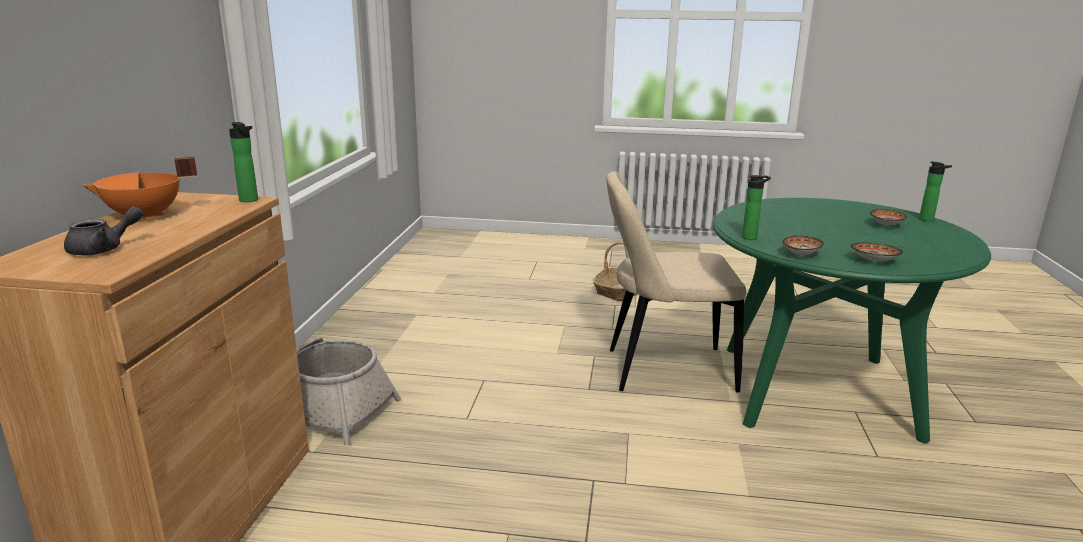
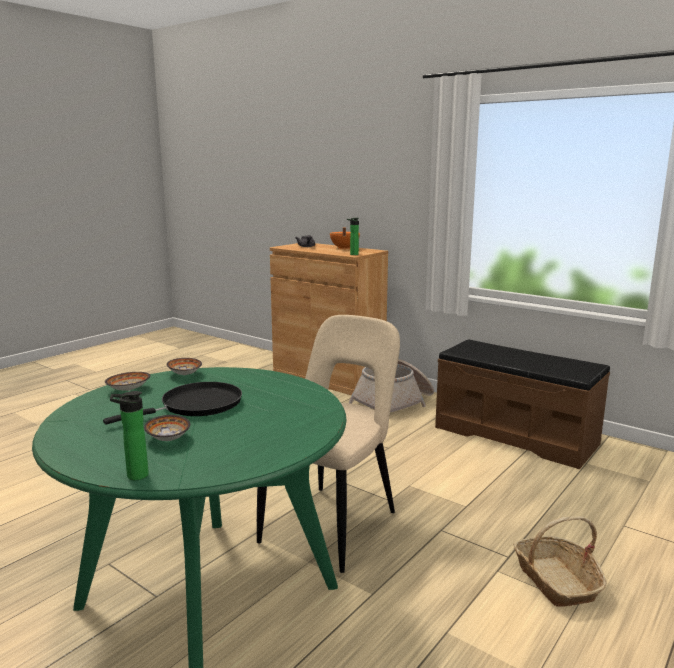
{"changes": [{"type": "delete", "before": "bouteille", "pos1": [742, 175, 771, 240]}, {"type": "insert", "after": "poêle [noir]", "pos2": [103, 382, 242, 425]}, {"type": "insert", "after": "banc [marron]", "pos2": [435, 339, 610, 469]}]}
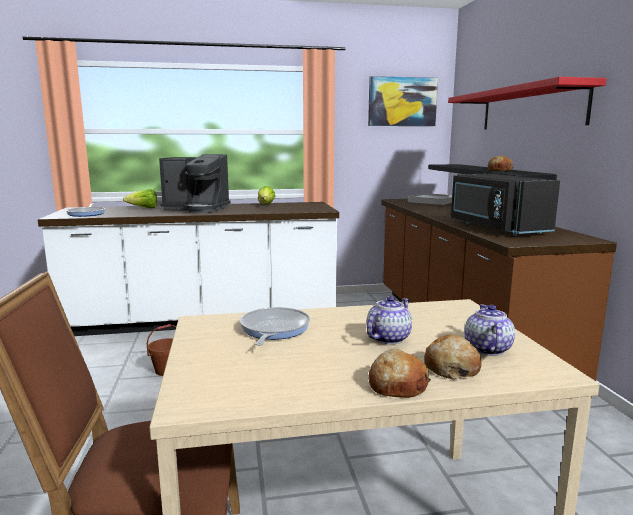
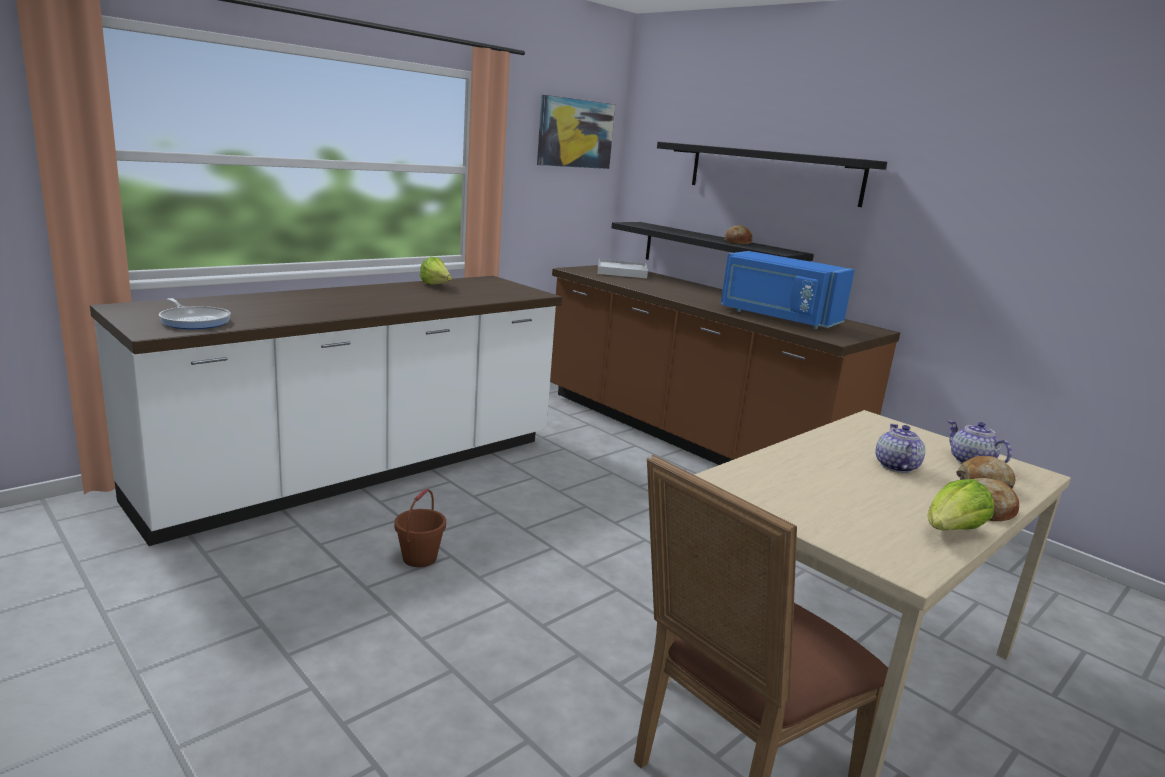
{"changes": [{"type": "delete", "before": "machine à café", "pos1": [159, 154, 231, 213]}, {"type": "delete", "before": "poêle", "pos1": [240, 307, 310, 346]}, {"type": "move", "before": "laitue", "pos1": [123, 189, 157, 208], "pos2": [927, 479, 994, 530]}, {"type": "recolor", "before": "étagère [rouge]", "after": "étagère [noir]", "pos1": [448, 77, 607, 130], "pos2": [657, 142, 887, 207]}, {"type": "recolor", "before": "micro-ondes [noir]", "after": "micro-ondes [bleu]", "pos1": [451, 174, 560, 236], "pos2": [721, 251, 855, 329]}]}
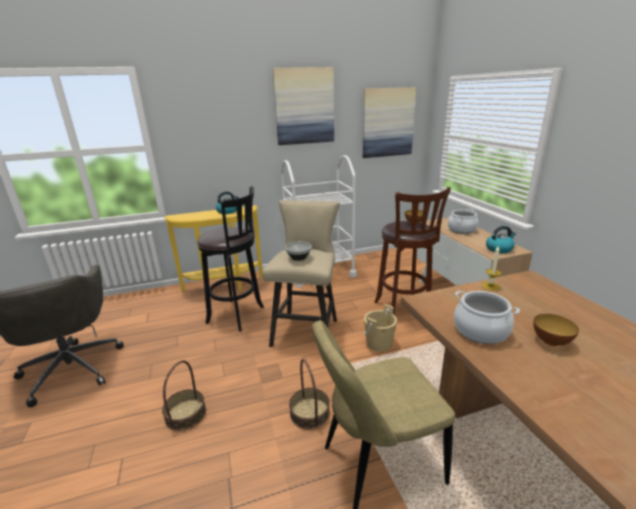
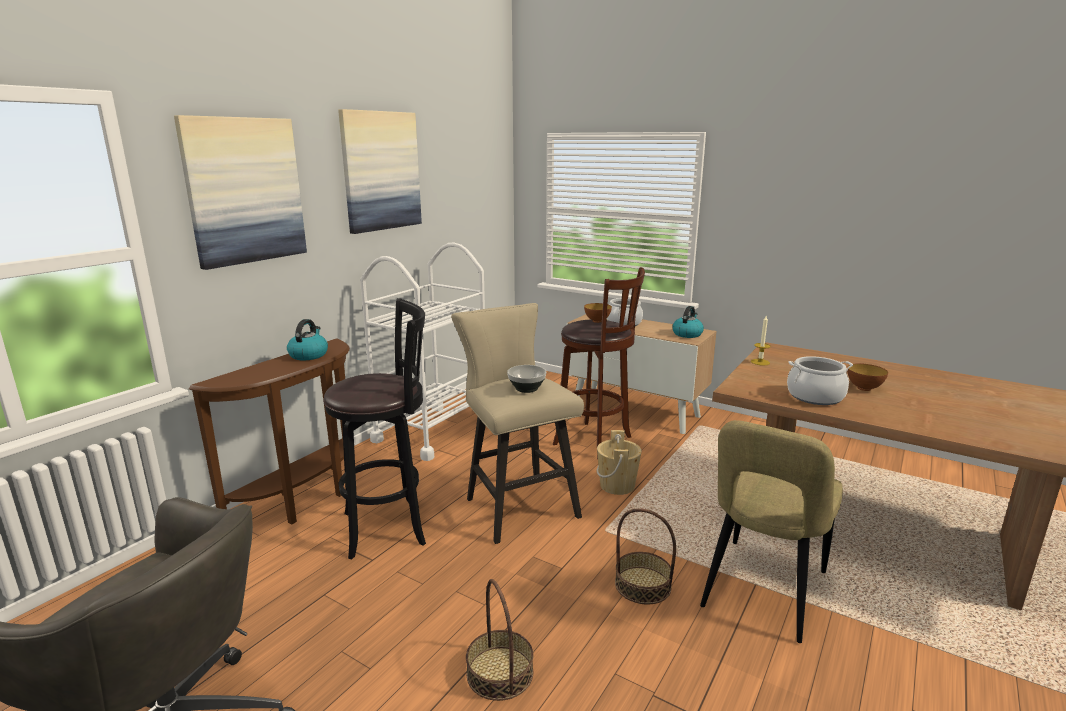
{"changes": [{"type": "move", "before": "tableau", "pos1": [363, 87, 416, 158], "pos2": [174, 115, 307, 270]}, {"type": "recolor", "before": "table console [jaune]", "after": "table console [marron]", "pos1": [164, 205, 263, 292], "pos2": [189, 338, 350, 525]}]}
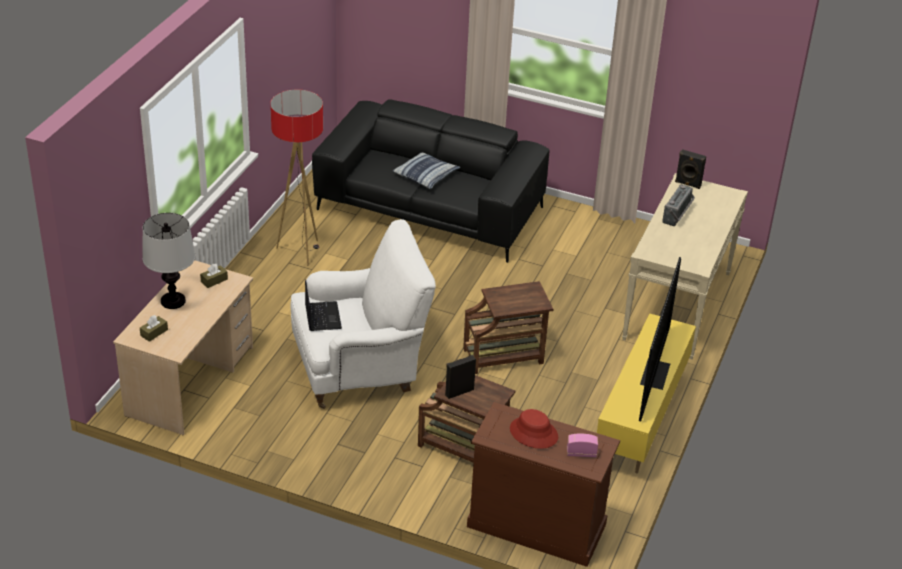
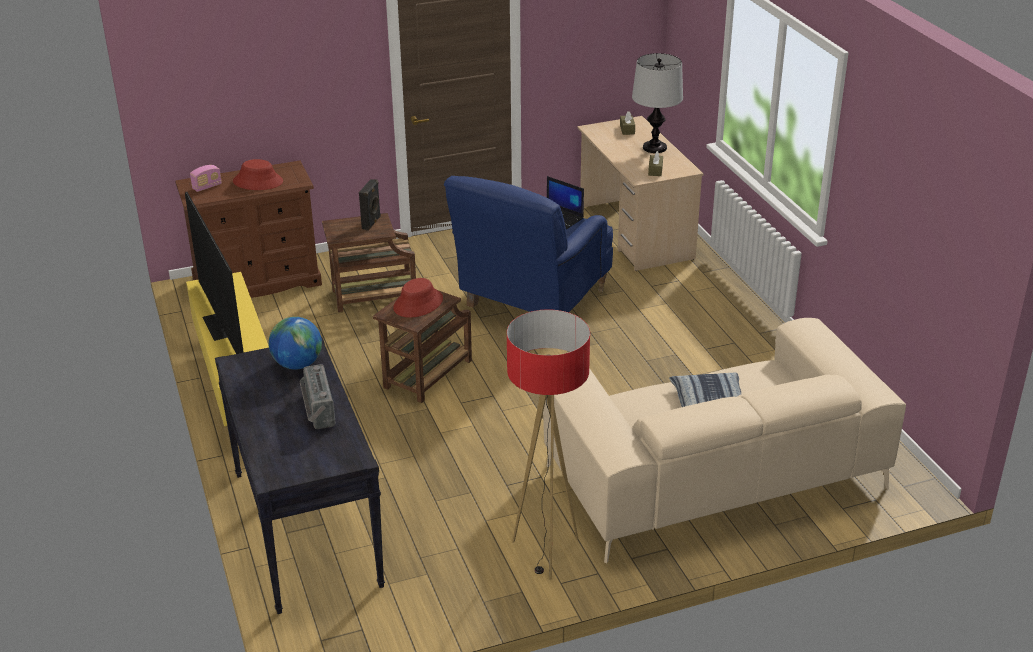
{"changes": [{"type": "delete", "before": "enceinte [noir]", "pos1": [675, 149, 706, 189]}, {"type": "insert", "after": "globe", "pos2": [269, 317, 322, 370]}, {"type": "insert", "after": "chapeau [rouge]", "pos2": [393, 278, 443, 318]}, {"type": "move", "before": "lampadaire", "pos1": [270, 89, 323, 266], "pos2": [507, 309, 590, 580]}, {"type": "recolor", "before": "fauteuil [blanc]", "after": "fauteuil [bleu]", "pos1": [290, 219, 436, 409], "pos2": [444, 176, 613, 312]}, {"type": "recolor", "before": "canapé [noir]", "after": "canapé [beige]", "pos1": [312, 99, 549, 263], "pos2": [543, 318, 906, 563]}, {"type": "recolor", "before": "table console [beige]", "after": "table console [noir]", "pos1": [622, 173, 748, 360], "pos2": [215, 337, 385, 614]}]}
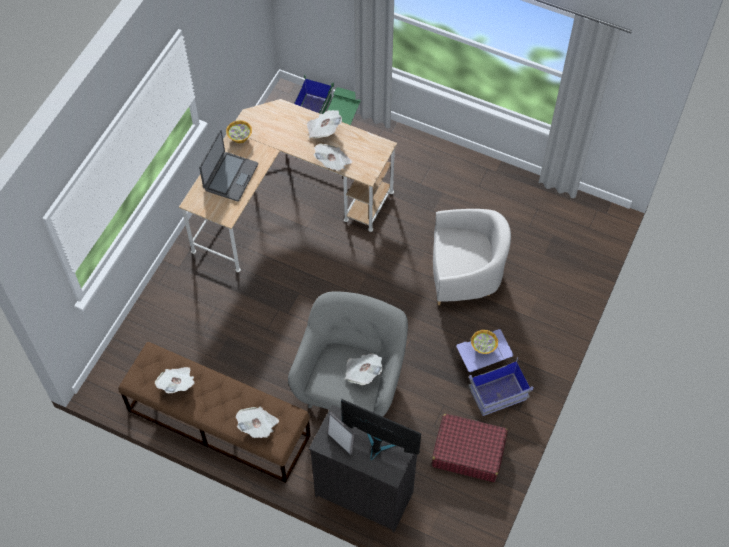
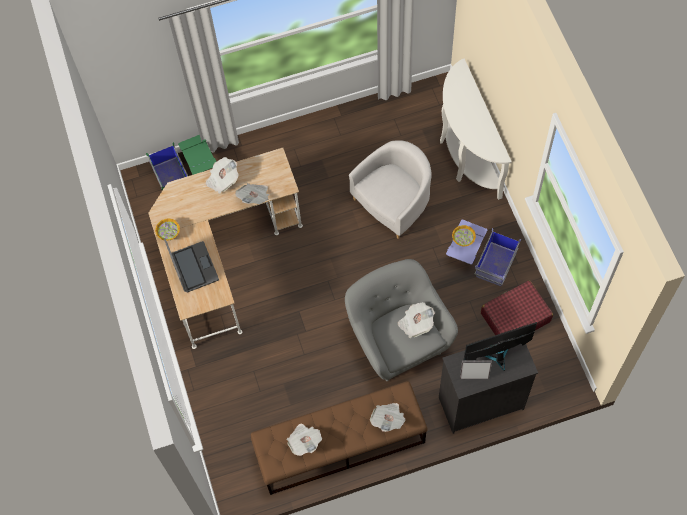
{"changes": [{"type": "insert", "after": "table console [blanc]", "pos2": [440, 58, 512, 200]}]}
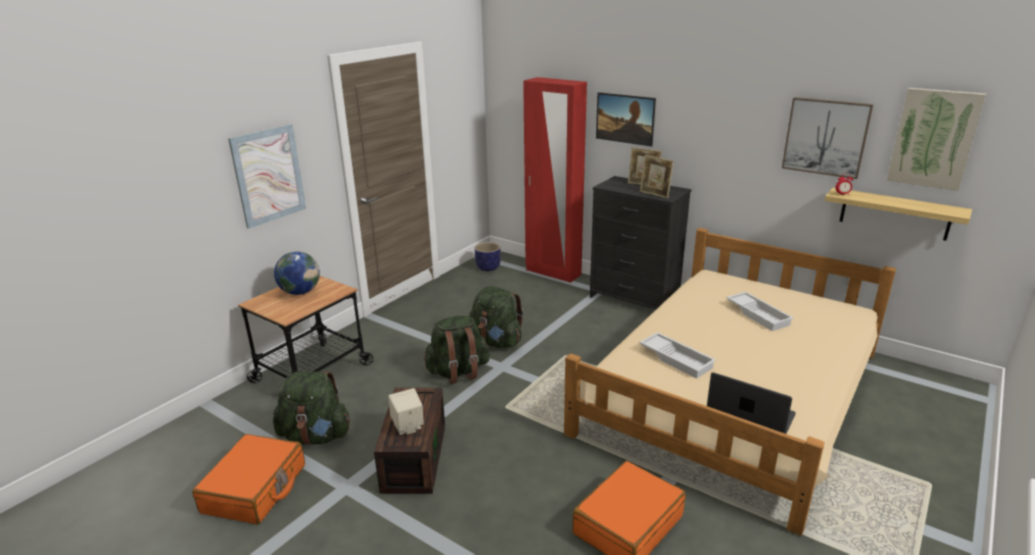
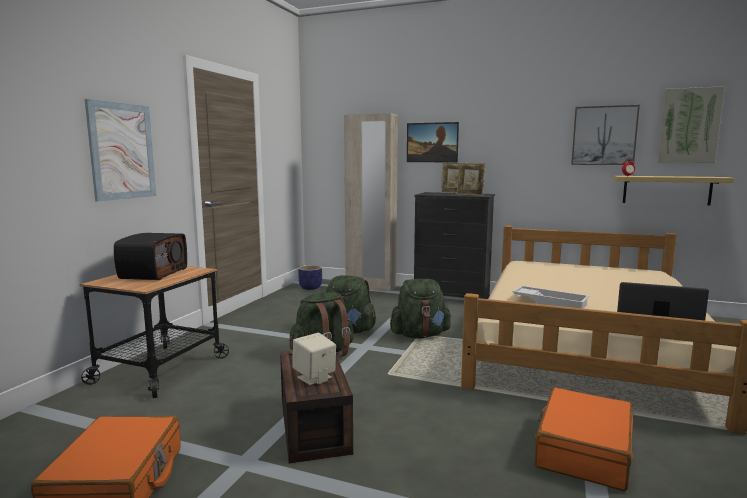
{"changes": [{"type": "delete", "before": "plateau [blanc]", "pos1": [726, 292, 794, 331]}, {"type": "move", "before": "sac à dos [vert]", "pos1": [273, 371, 350, 445], "pos2": [390, 279, 451, 339]}, {"type": "replace", "before": "globe", "after": "radio", "pos1": [274, 252, 320, 295], "pos2": [114, 233, 187, 280]}, {"type": "recolor", "before": "armoire [rouge]", "after": "armoire [beige]", "pos1": [523, 77, 587, 283], "pos2": [344, 113, 398, 292]}]}
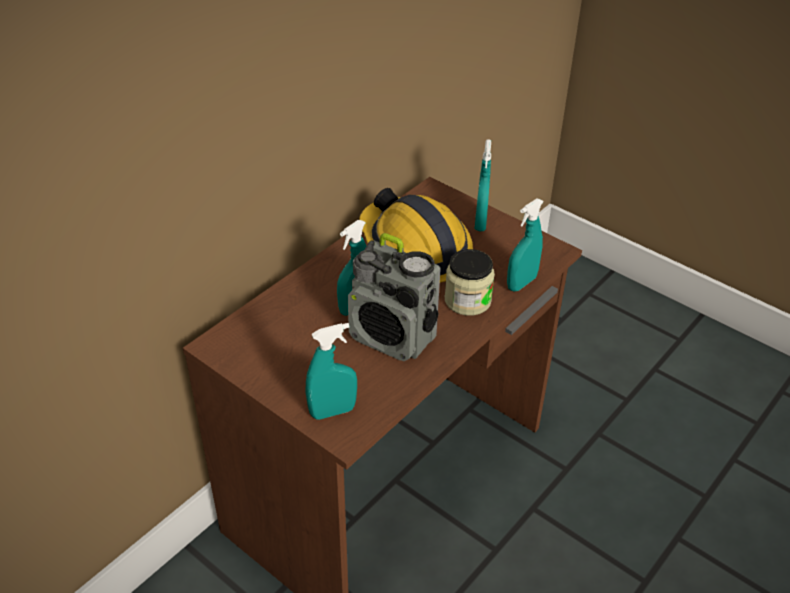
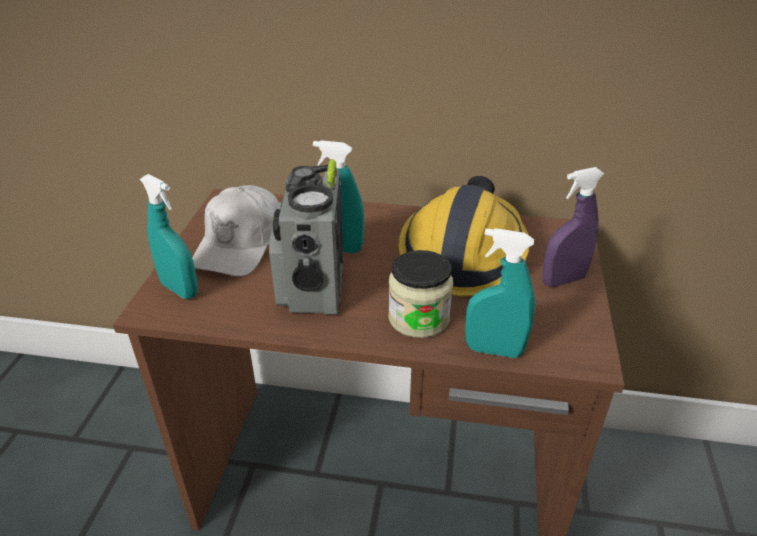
{"changes": [{"type": "insert", "after": "casquette [blanc]", "pos2": [192, 185, 279, 277]}, {"type": "recolor", "before": "vaporisateur [turquoise]", "after": "vaporisateur [violet]", "pos1": [474, 140, 491, 231], "pos2": [543, 167, 605, 287]}]}
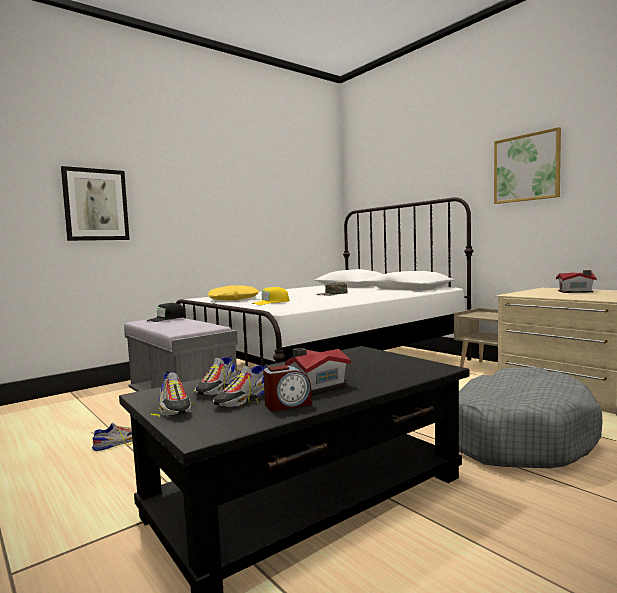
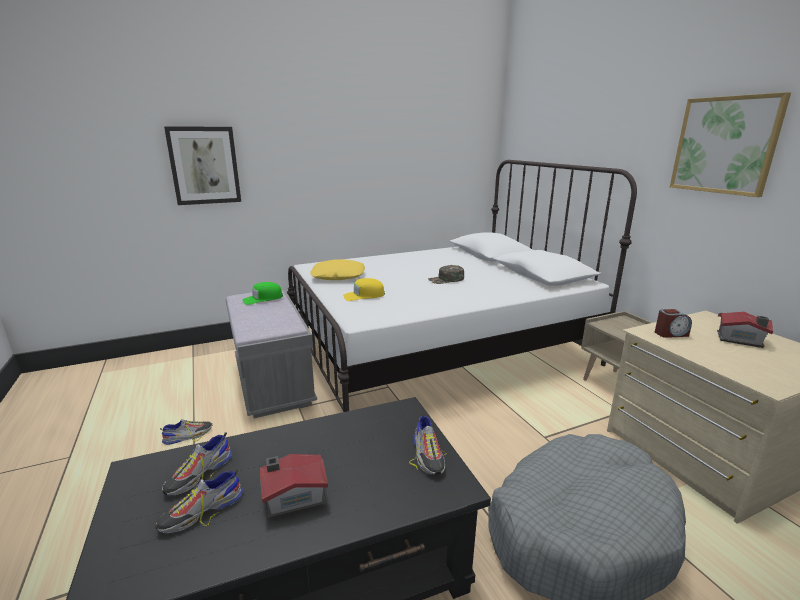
{"changes": [{"type": "move", "before": "chaussure", "pos1": [151, 371, 195, 417], "pos2": [409, 413, 446, 475]}, {"type": "move", "before": "réveil", "pos1": [263, 365, 312, 411], "pos2": [655, 309, 692, 338]}, {"type": "recolor", "before": "casquette [noir]", "after": "casquette [vert]", "pos1": [147, 303, 186, 322], "pos2": [242, 282, 283, 305]}]}
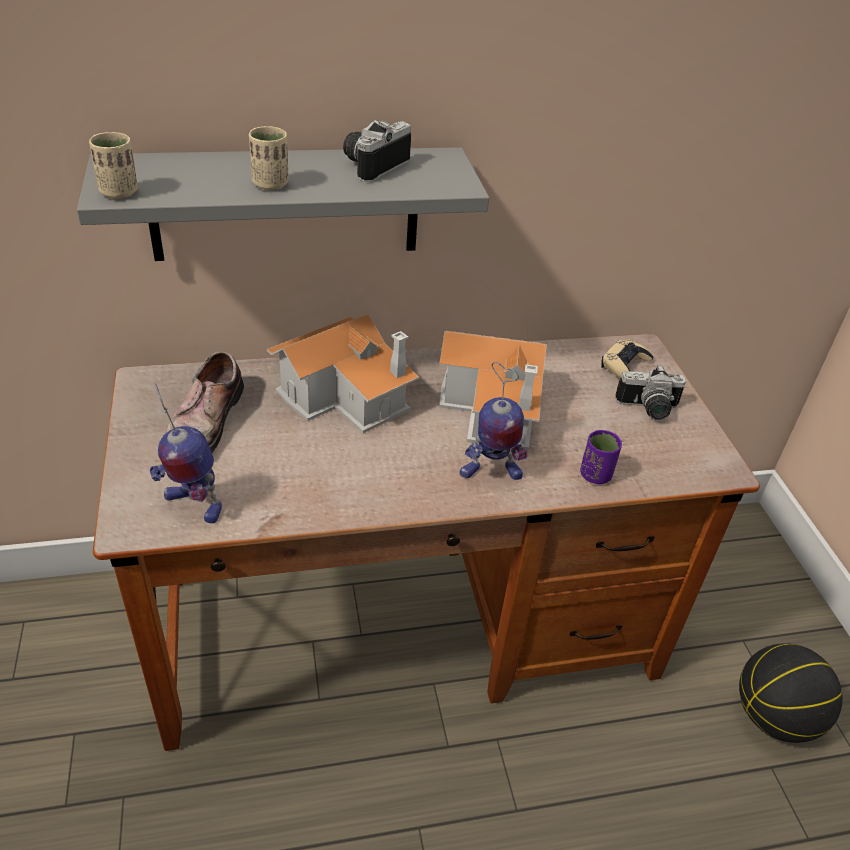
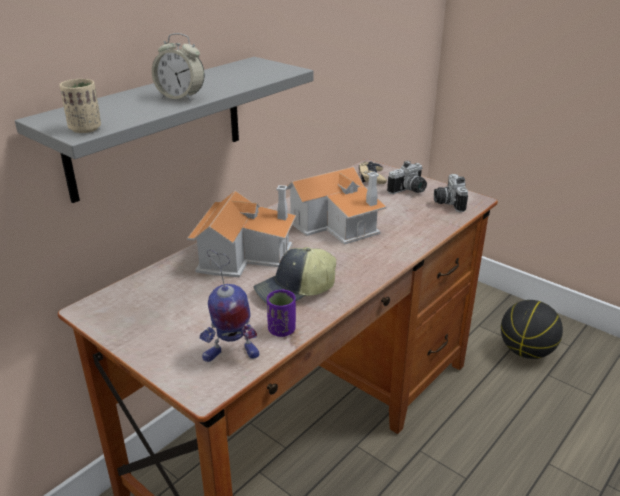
{"changes": [{"type": "delete", "before": "chaussure", "pos1": [165, 351, 244, 453]}, {"type": "delete", "before": "robot jouet", "pos1": [459, 362, 527, 480]}, {"type": "insert", "after": "casquette", "pos2": [253, 247, 336, 304]}, {"type": "move", "before": "appareil photo", "pos1": [343, 120, 411, 182], "pos2": [434, 174, 468, 212]}, {"type": "move", "before": "tasse [violet]", "pos1": [580, 430, 622, 484], "pos2": [267, 290, 296, 337]}, {"type": "replace", "before": "tasse [beige]", "after": "réveil", "pos1": [249, 126, 288, 190], "pos2": [152, 33, 205, 101]}]}
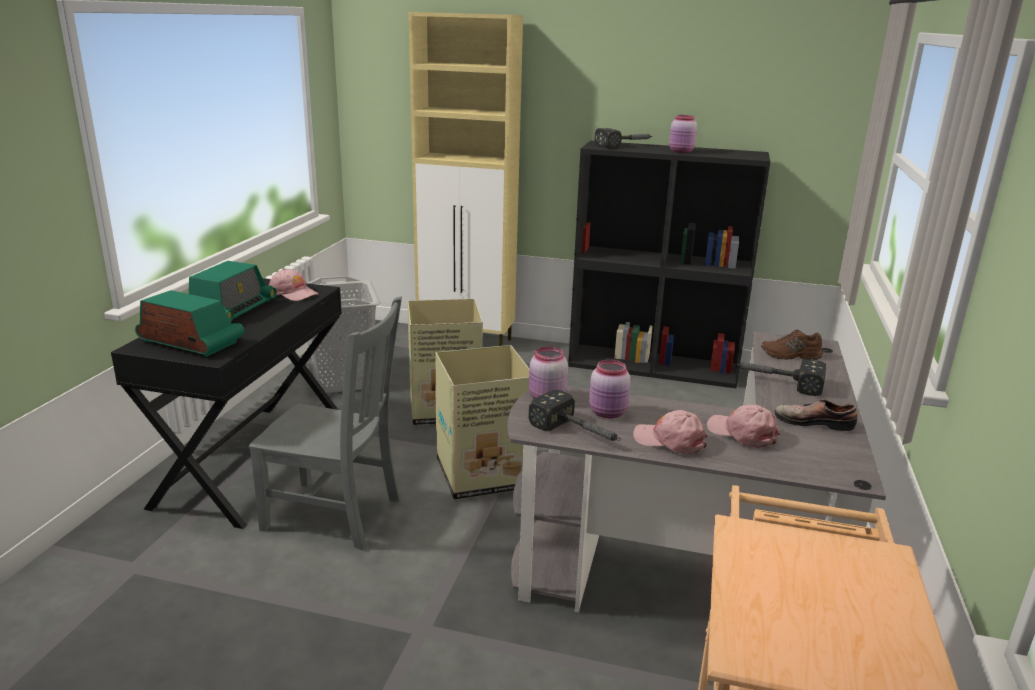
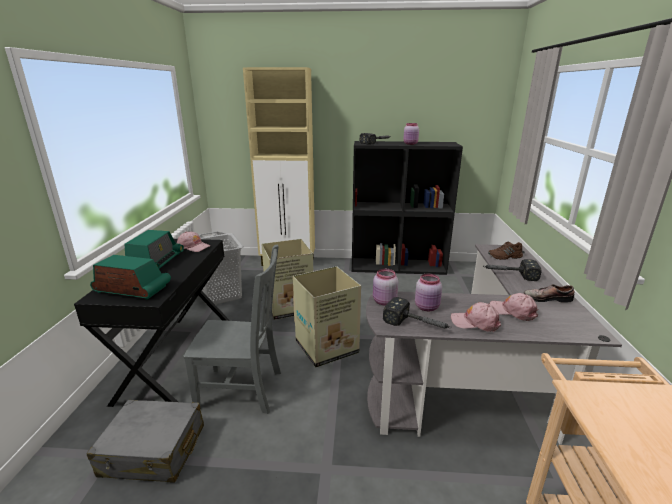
{"changes": [{"type": "insert", "after": "valise [gris]", "pos2": [86, 400, 204, 483]}]}
